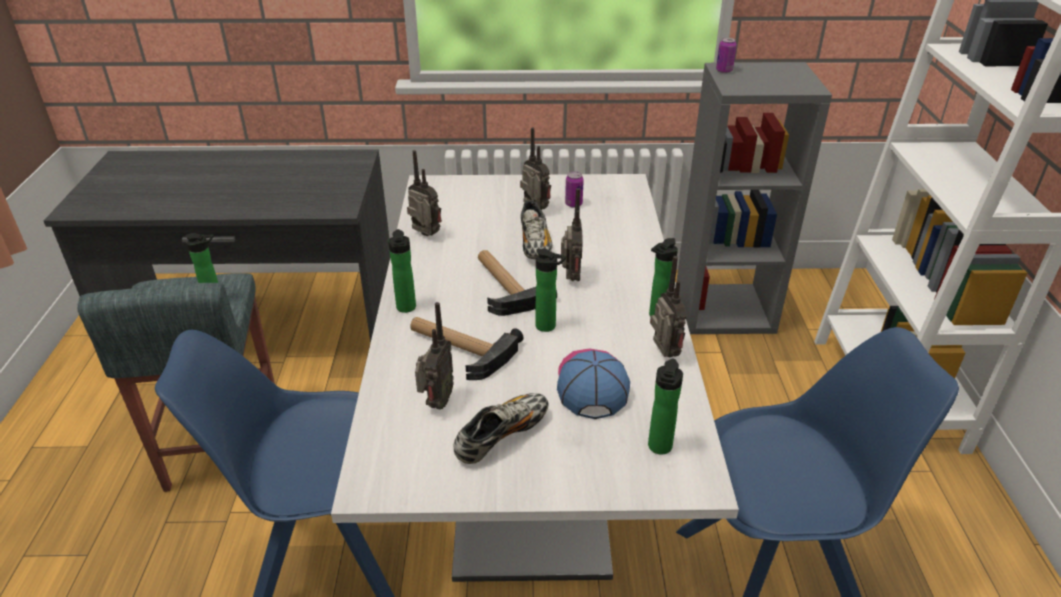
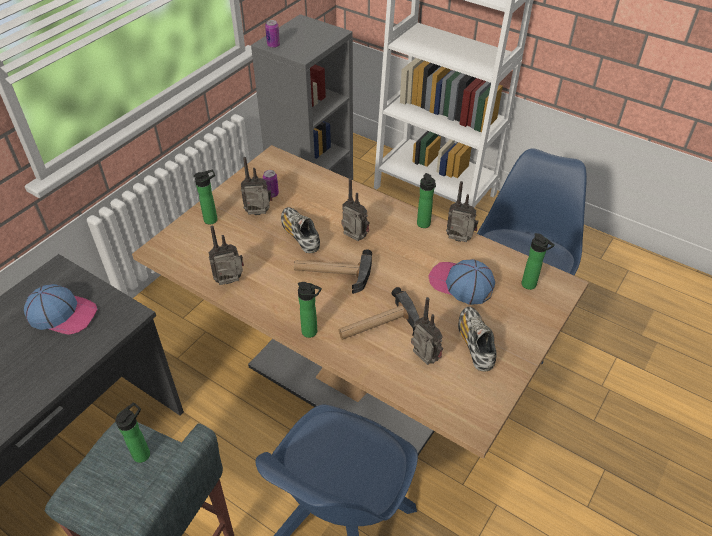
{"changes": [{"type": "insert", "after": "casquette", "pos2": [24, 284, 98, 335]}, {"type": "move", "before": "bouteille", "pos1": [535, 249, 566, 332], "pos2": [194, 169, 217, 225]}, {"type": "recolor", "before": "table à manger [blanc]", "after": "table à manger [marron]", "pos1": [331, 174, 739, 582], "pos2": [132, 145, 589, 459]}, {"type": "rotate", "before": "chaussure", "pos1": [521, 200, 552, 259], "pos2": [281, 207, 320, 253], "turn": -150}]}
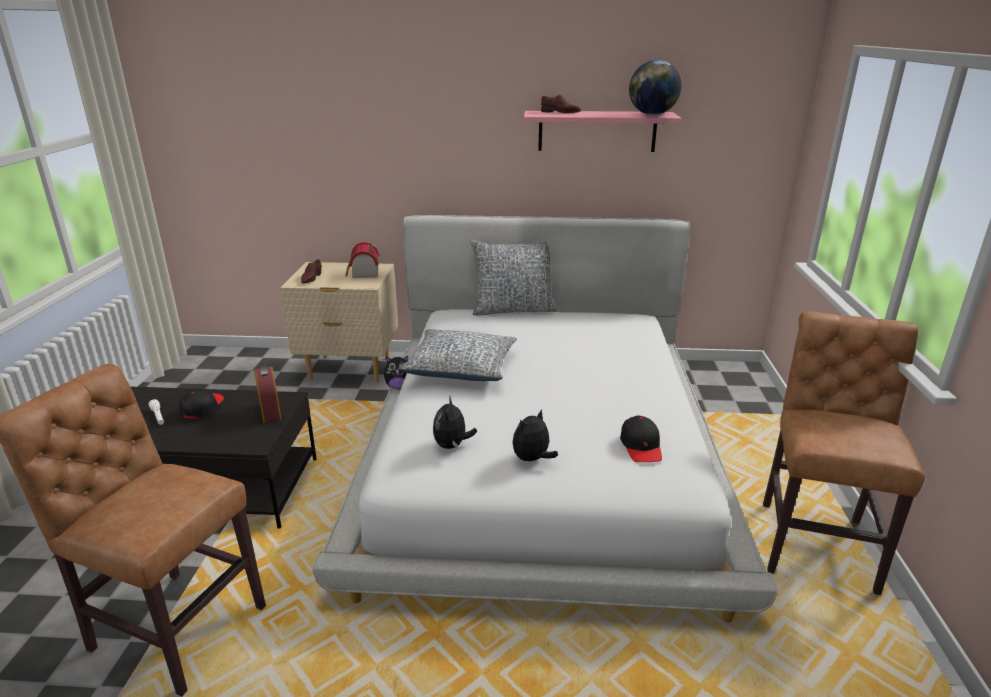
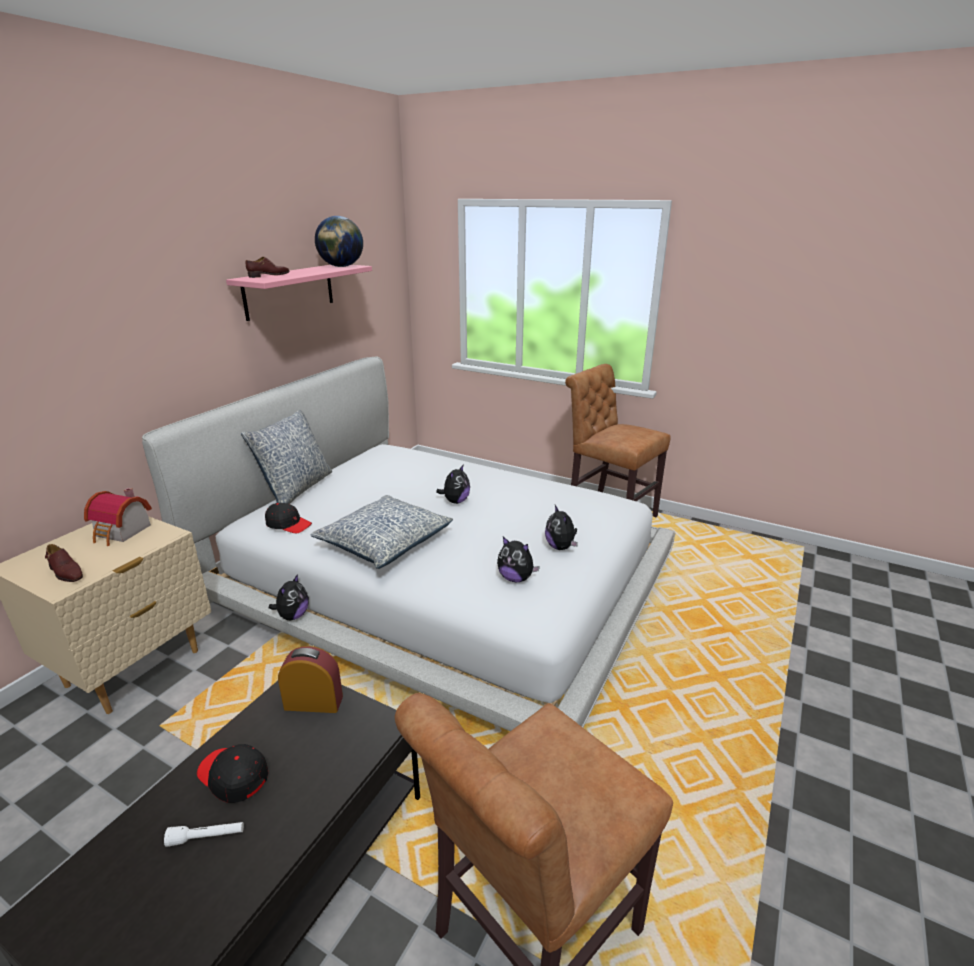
{"changes": [{"type": "insert", "after": "peluche", "pos2": [436, 465, 470, 504]}, {"type": "move", "before": "casquette [noir]", "pos1": [620, 415, 662, 462], "pos2": [265, 503, 312, 533]}]}
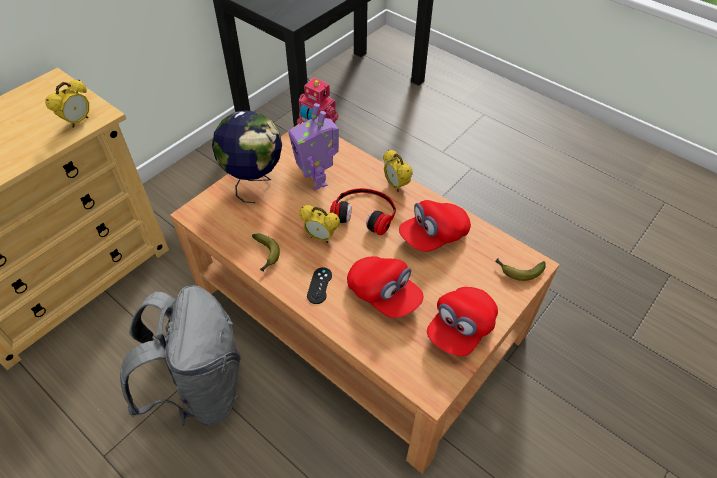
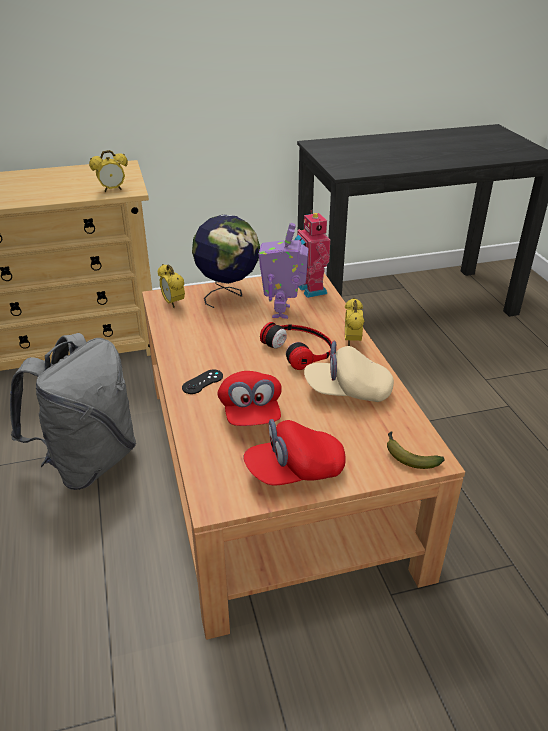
{"changes": [{"type": "delete", "before": "banane", "pos1": [252, 233, 280, 272]}, {"type": "move", "before": "réveil", "pos1": [300, 205, 340, 243], "pos2": [158, 264, 185, 308]}, {"type": "recolor", "before": "casquette [rouge]", "after": "casquette [beige]", "pos1": [399, 200, 471, 252], "pos2": [304, 341, 394, 402]}]}
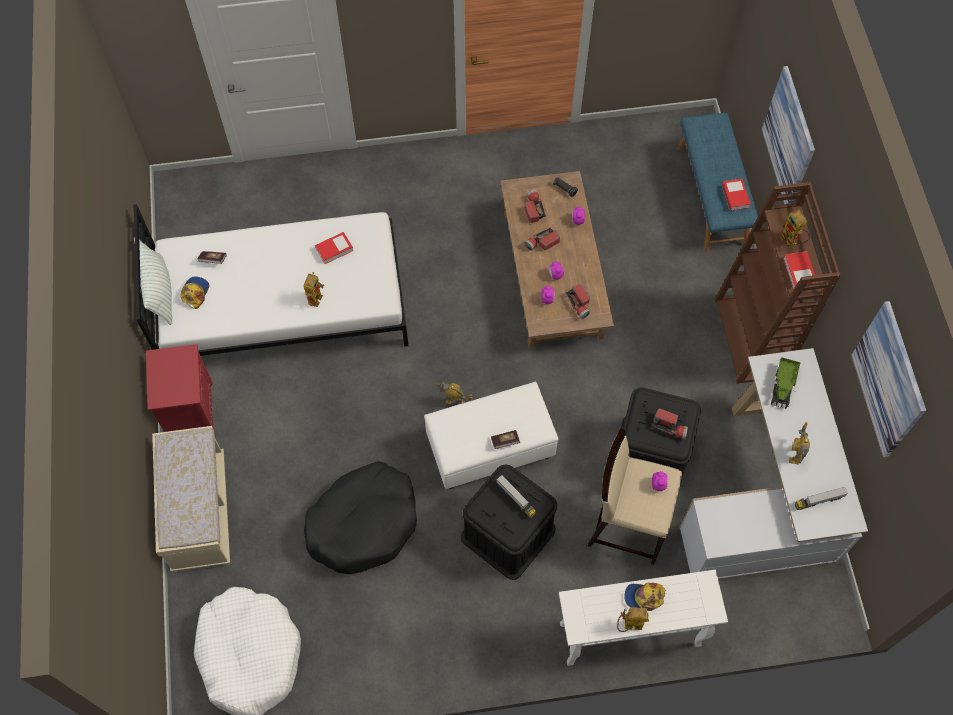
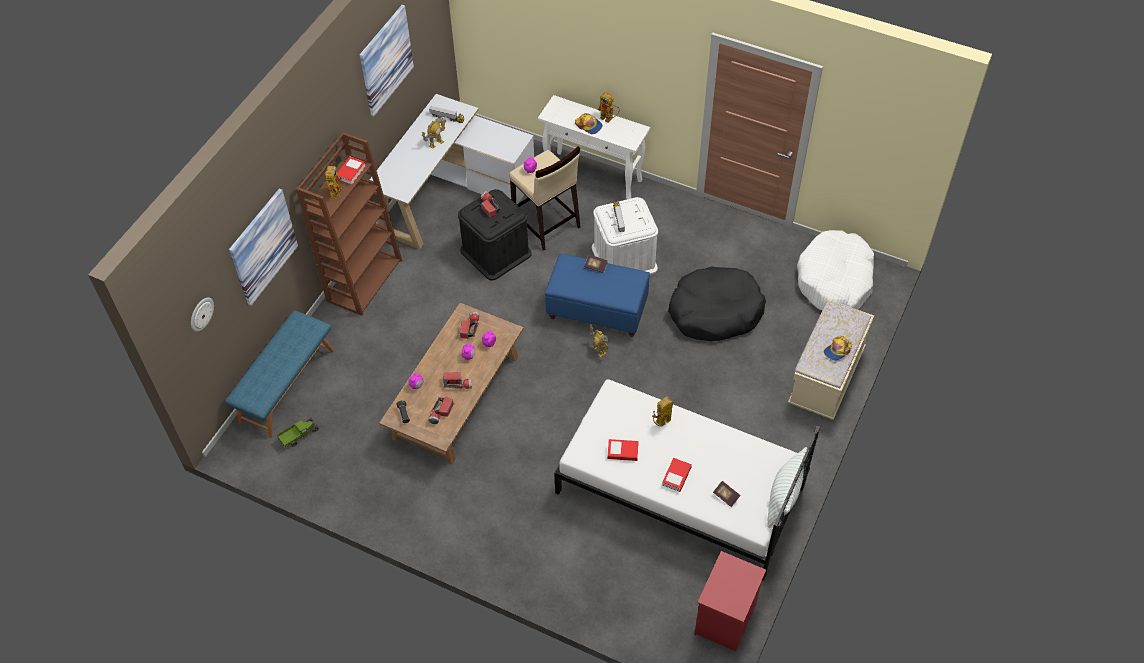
{"changes": [{"type": "insert", "after": "horloge murale", "pos2": [191, 298, 214, 332]}, {"type": "move", "before": "table de chevet [rouge]", "pos1": [146, 344, 215, 433], "pos2": [694, 551, 766, 651]}, {"type": "move", "before": "casquette", "pos1": [180, 277, 209, 309], "pos2": [824, 336, 852, 361]}, {"type": "move", "before": "livre", "pos1": [722, 179, 751, 211], "pos2": [662, 458, 692, 492]}, {"type": "move", "before": "camion jouet", "pos1": [771, 357, 801, 409], "pos2": [277, 418, 319, 447]}, {"type": "recolor", "before": "pouf [blanc]", "after": "pouf [bleu]", "pos1": [424, 381, 559, 489], "pos2": [545, 254, 650, 337]}, {"type": "recolor", "before": "boîte de rangement [noir]", "after": "boîte de rangement [blanc]", "pos1": [461, 465, 557, 580], "pos2": [592, 197, 658, 275]}]}
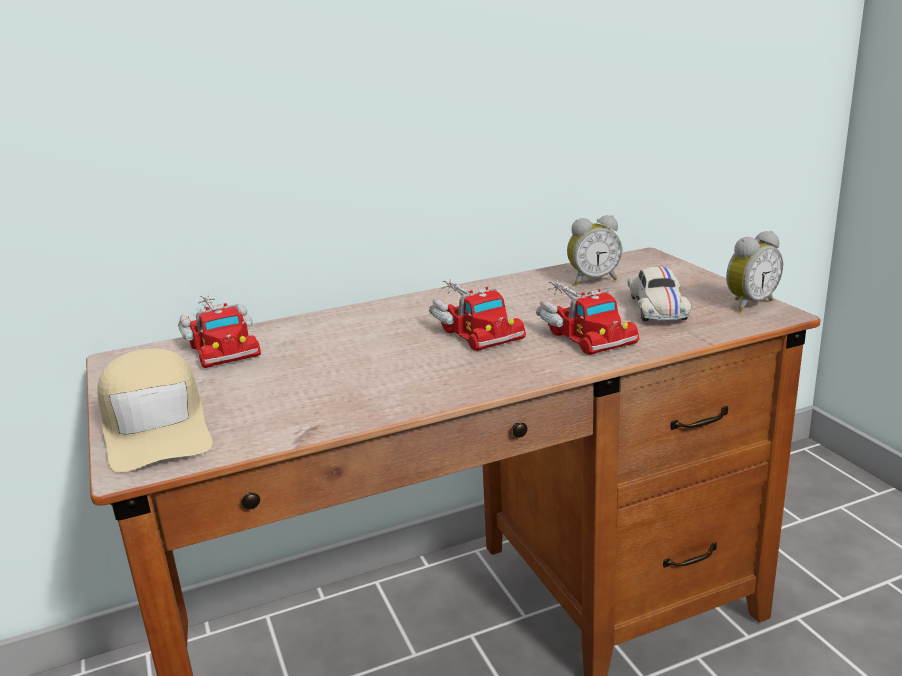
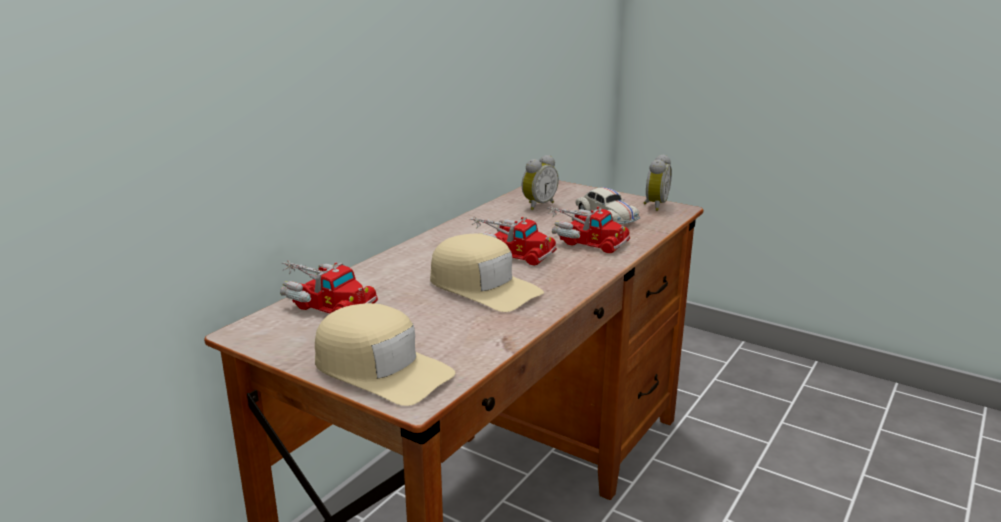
{"changes": [{"type": "insert", "after": "casquette [beige]", "pos2": [430, 234, 544, 312]}]}
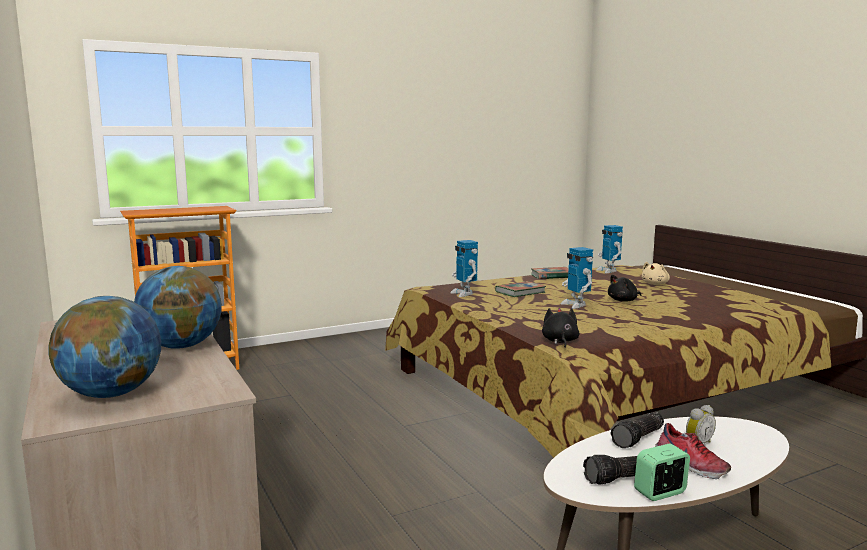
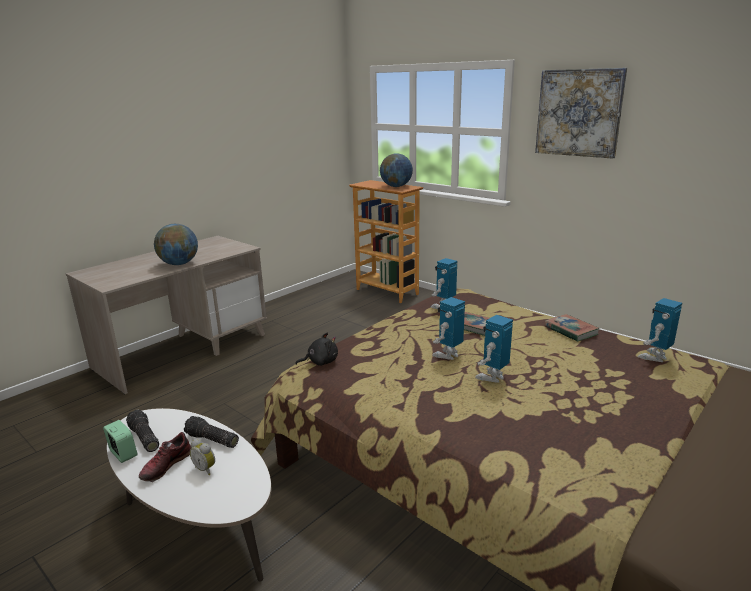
{"changes": [{"type": "delete", "before": "peluche [beige]", "pos1": [642, 262, 670, 285]}, {"type": "insert", "after": "tableau", "pos2": [535, 68, 627, 159]}, {"type": "move", "before": "globe", "pos1": [49, 296, 161, 398], "pos2": [380, 153, 413, 187]}, {"type": "replace", "before": "peluche [noir]", "after": "robot jouet", "pos1": [608, 275, 642, 302], "pos2": [475, 315, 513, 383]}]}
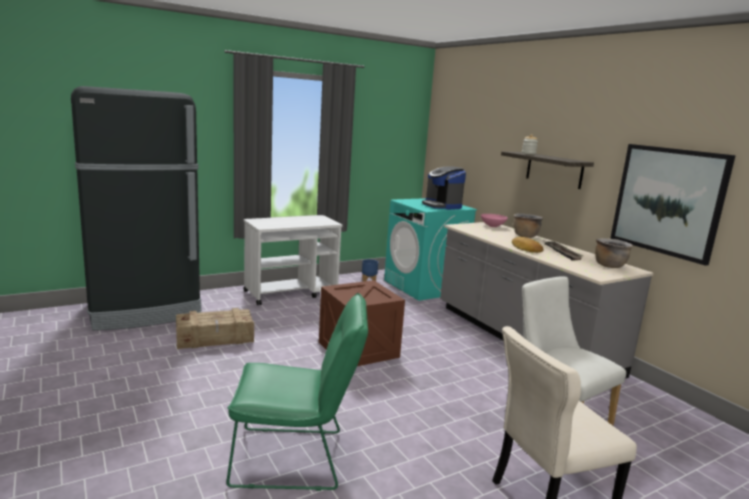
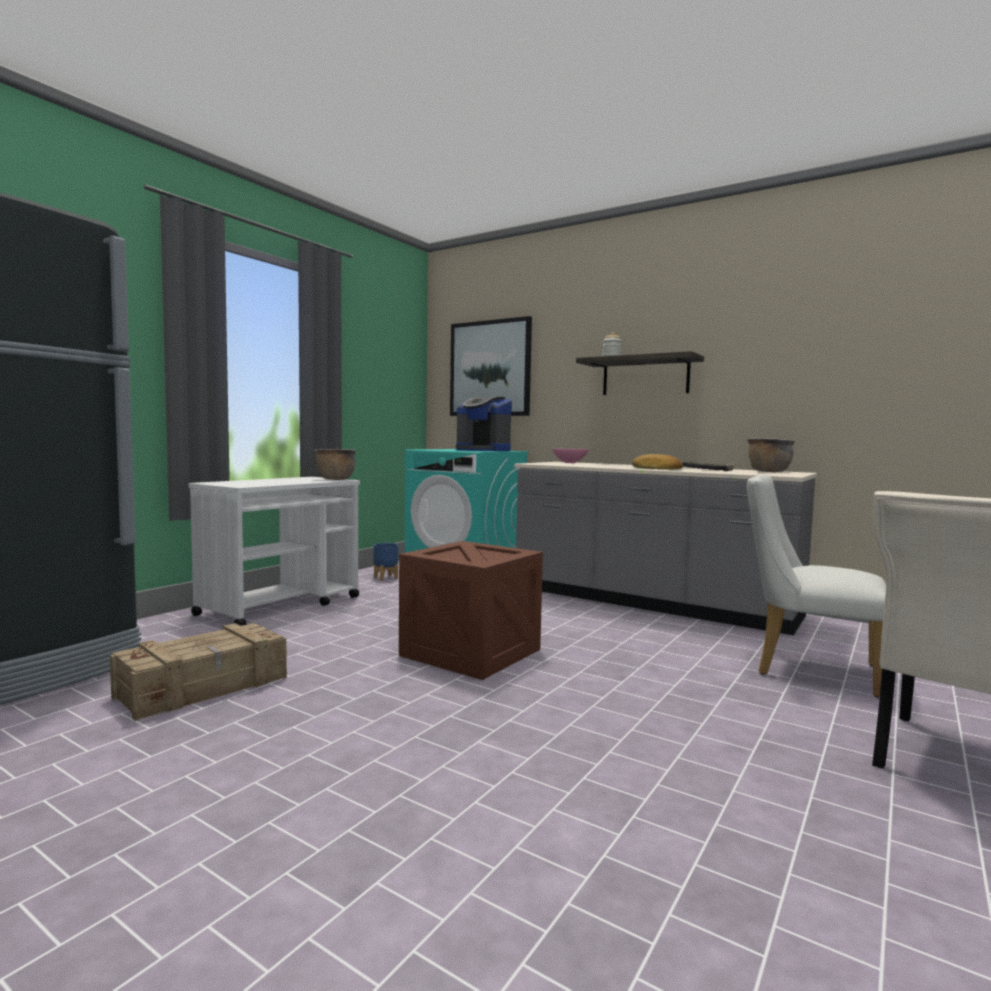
{"changes": [{"type": "delete", "before": "chaise [vert]", "pos1": [226, 293, 368, 491]}, {"type": "move", "before": "marmite [marron]", "pos1": [514, 213, 543, 238], "pos2": [314, 449, 356, 480]}, {"type": "move", "before": "tableau", "pos1": [610, 144, 736, 266], "pos2": [450, 316, 532, 416]}]}
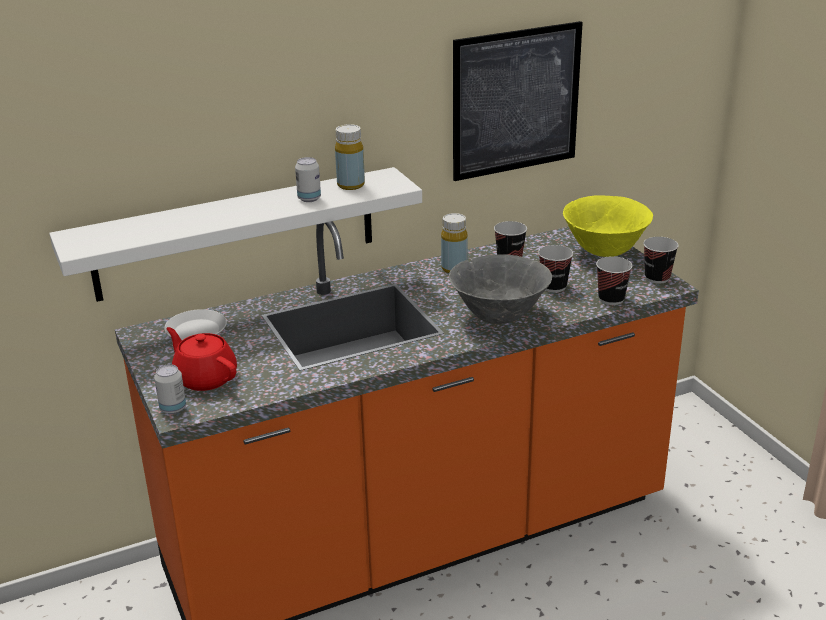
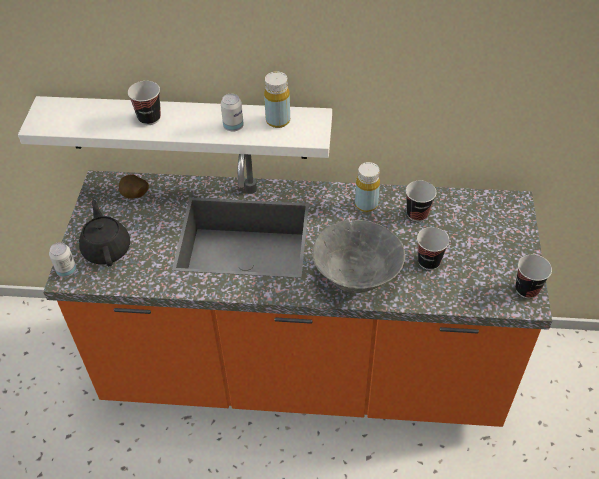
{"changes": [{"type": "delete", "before": "tableau", "pos1": [453, 21, 583, 181]}, {"type": "delete", "before": "bol [jaune]", "pos1": [563, 195, 653, 257]}, {"type": "move", "before": "tasse", "pos1": [596, 256, 632, 305], "pos2": [128, 81, 161, 125]}, {"type": "replace", "before": "assiette [blanc]", "after": "pomme de terre", "pos1": [164, 309, 227, 340], "pos2": [119, 174, 149, 199]}, {"type": "recolor", "before": "théière [rouge]", "after": "théière [noir]", "pos1": [166, 327, 237, 391], "pos2": [79, 200, 130, 266]}]}
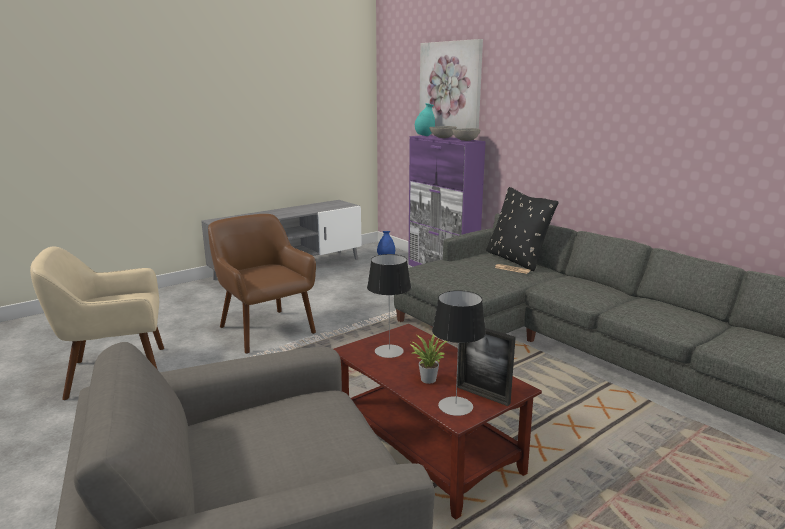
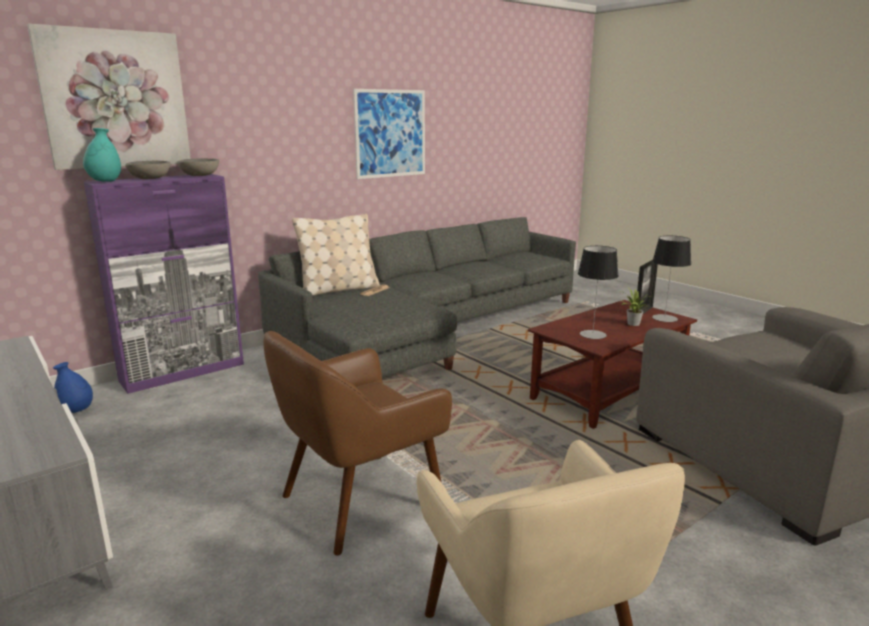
{"changes": [{"type": "insert", "after": "tableau", "pos2": [353, 89, 425, 179]}, {"type": "recolor", "before": "coussin [noir]", "after": "coussin [beige]", "pos1": [486, 187, 558, 271], "pos2": [292, 214, 380, 296]}]}
